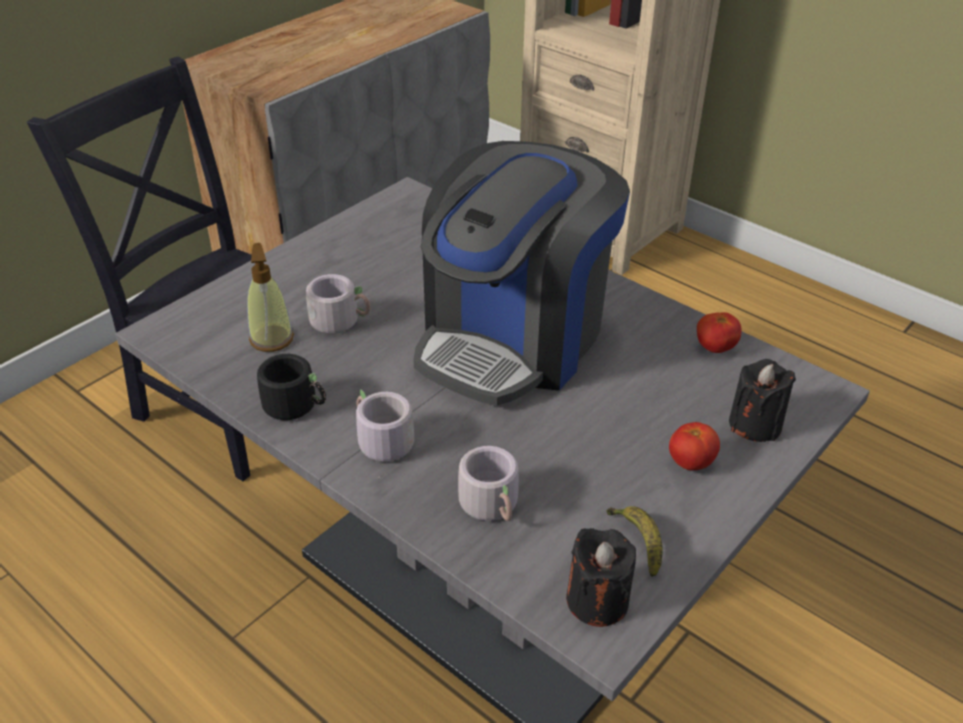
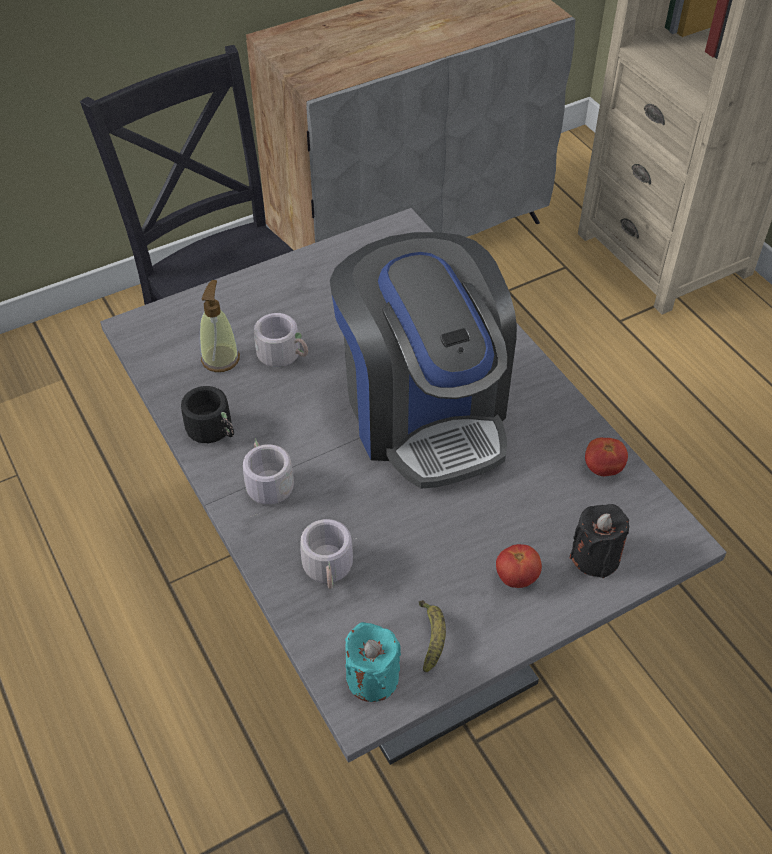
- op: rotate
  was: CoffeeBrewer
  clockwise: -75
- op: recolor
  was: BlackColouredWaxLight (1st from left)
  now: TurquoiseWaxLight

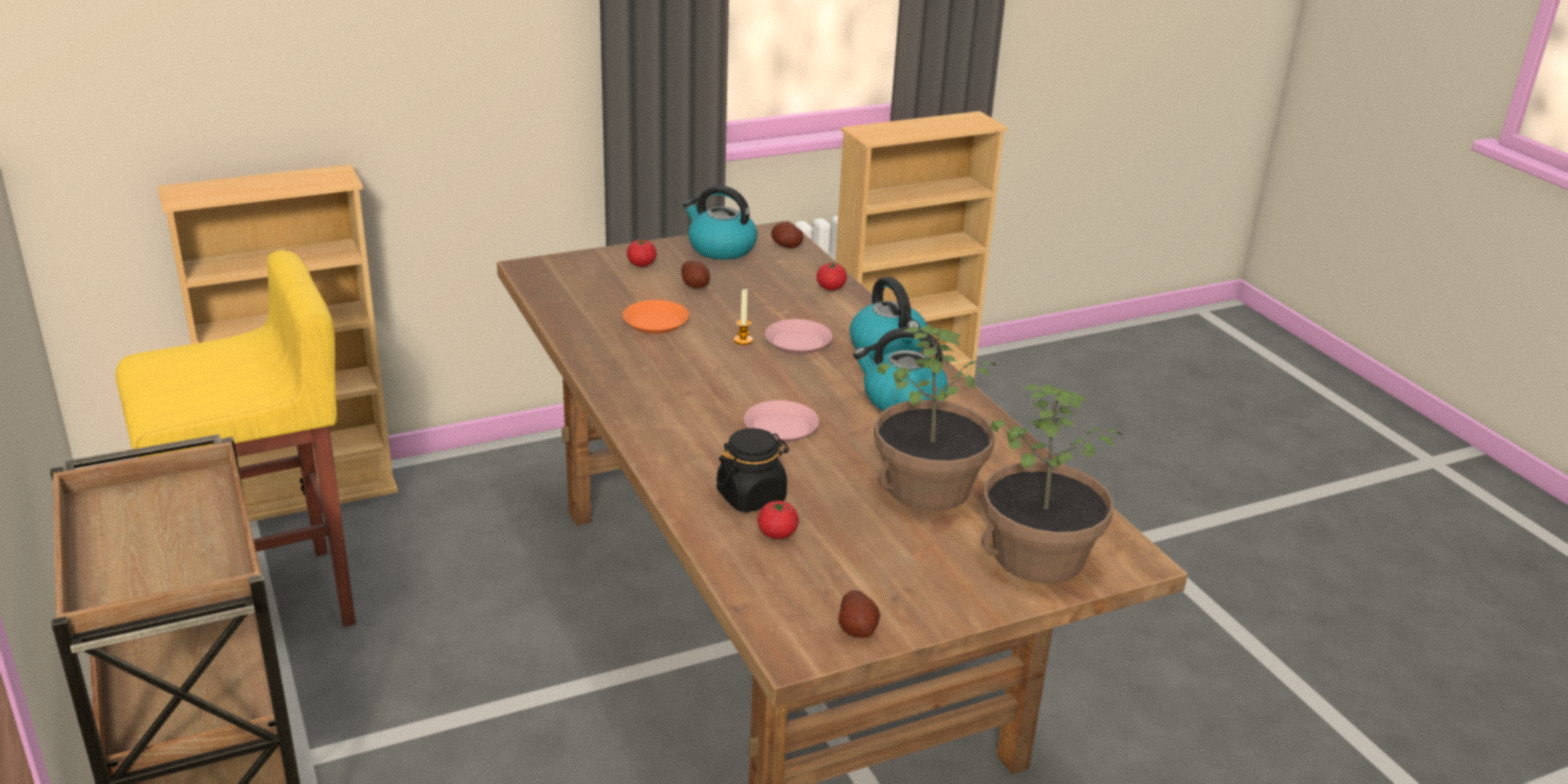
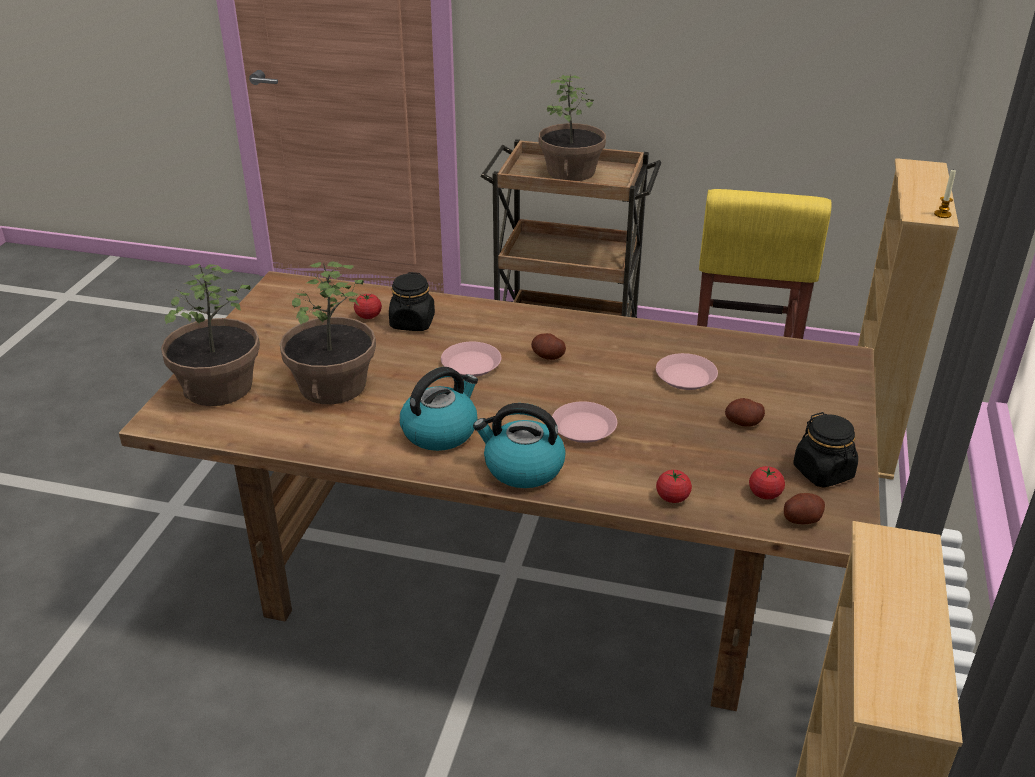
- op: replace
  was: Kettle (1st from left)
  now: BlackColouredPreserveJar (2nd from left)
- op: move
  was: Tomato (1st from left in the first image)
  now: Tomato (3rd from left)
- op: move
  was: WaxLight
- op: recolor
  was: OrangeyDinnerPlate
  now: PinkDinnerPlate (3rd from left)
- op: move
  was: Potato (3rd from left in the first image)
  now: Potato (1st from left)
- op: insert
  now: PlantInAPot (3rd from left)

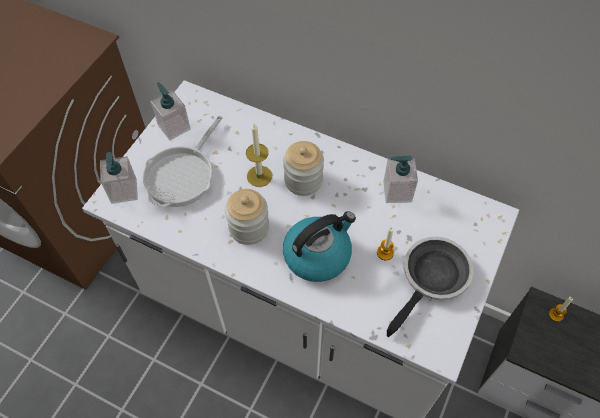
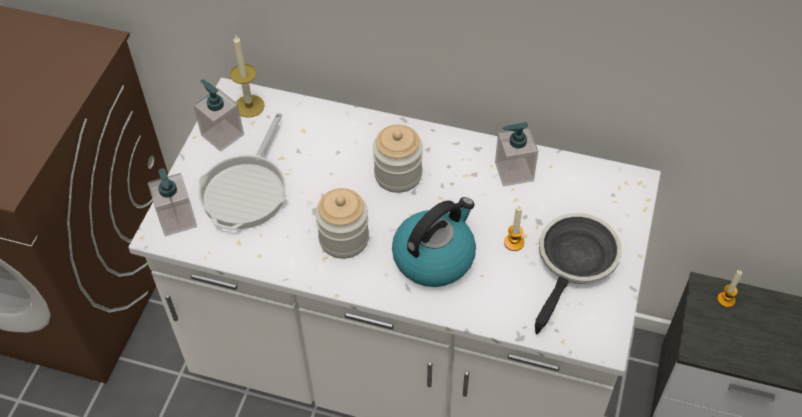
- op: move
  was: WaxLight (1st from left)

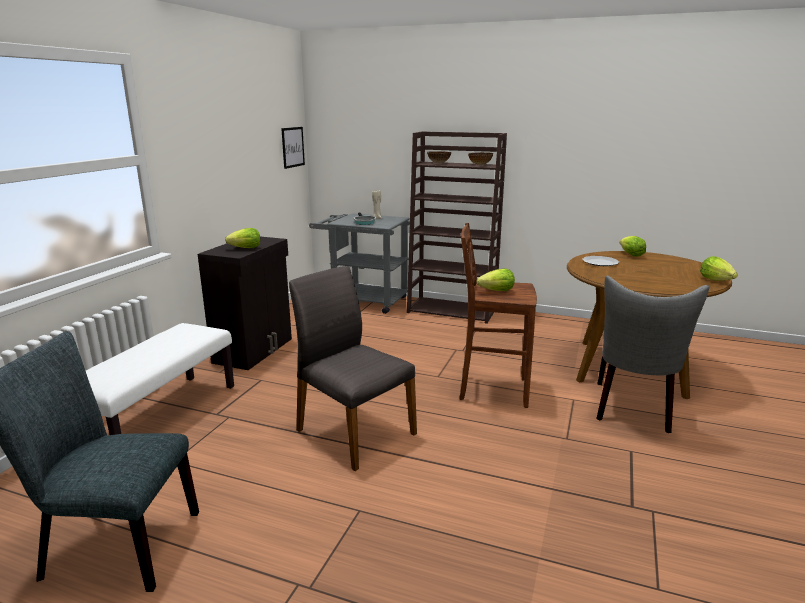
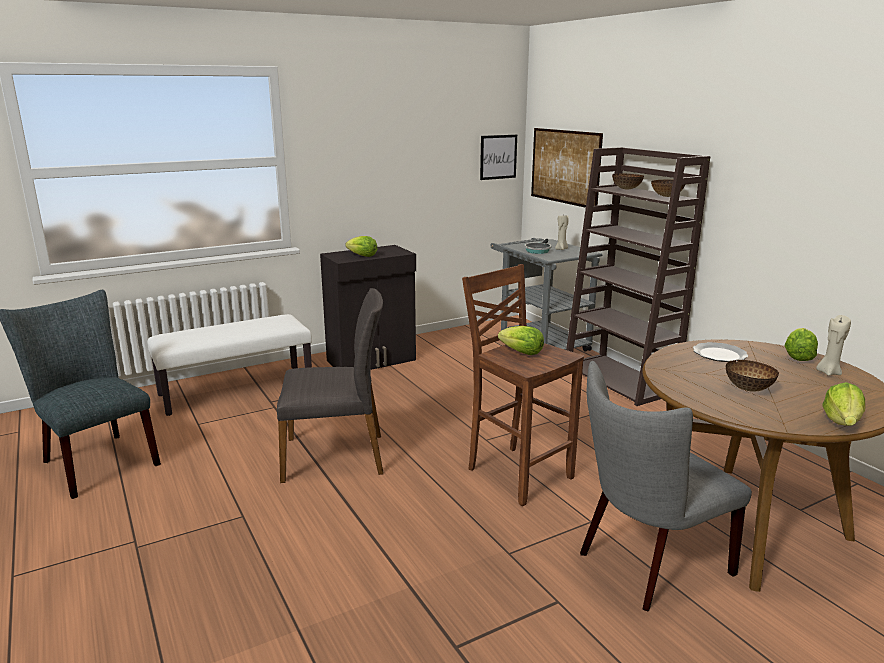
- op: rotate
  was: GreyUprightChair (2nd from left)
  clockwise: 90
- op: insert
  now: WallPicture (2nd from left)
- op: insert
  now: SandColouredWaxLight (2nd from left)
- op: insert
  now: ServingBowl (3rd from left)

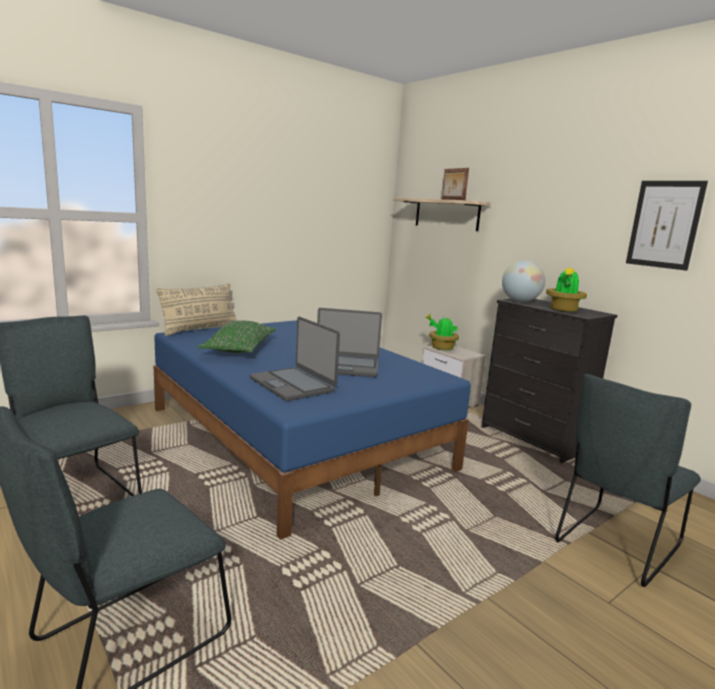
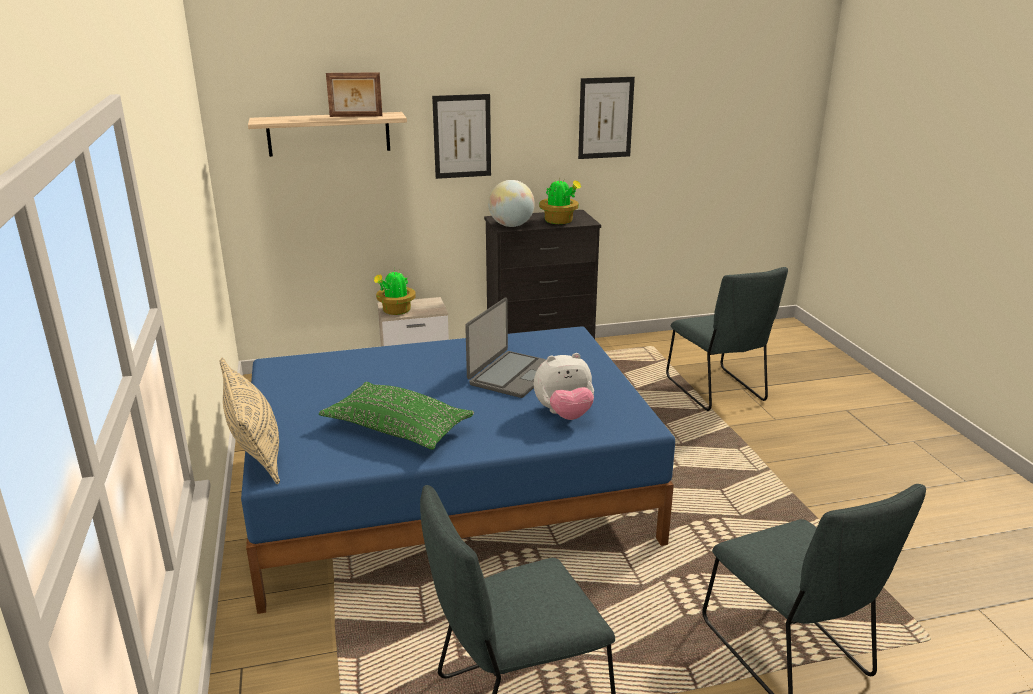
- op: replace
  was: Laptop (1st from left)
  now: PlushToy
- op: insert
  now: WallPicture (1st from left)

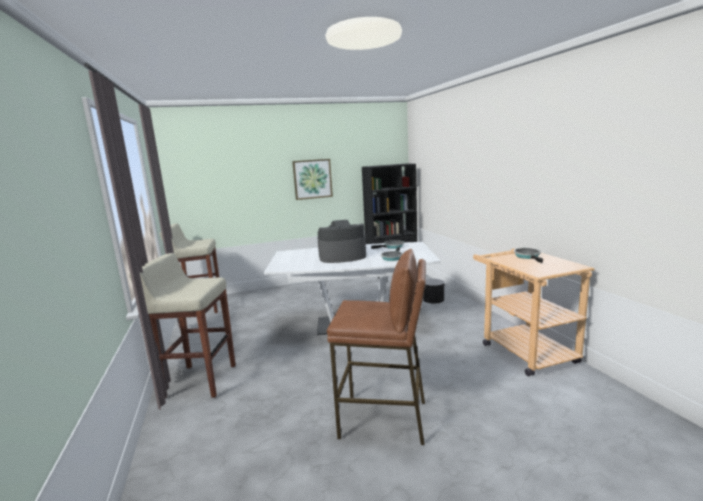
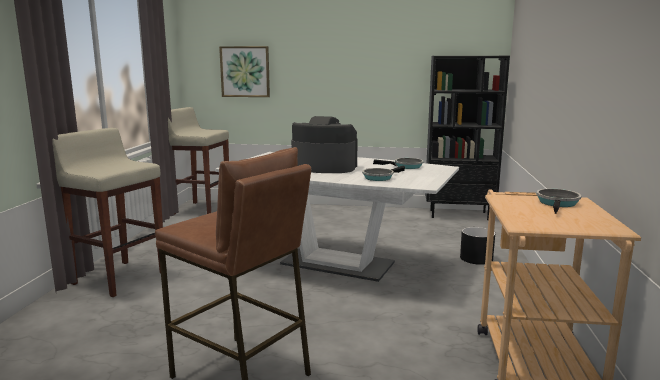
- op: move
  was: WallPicture

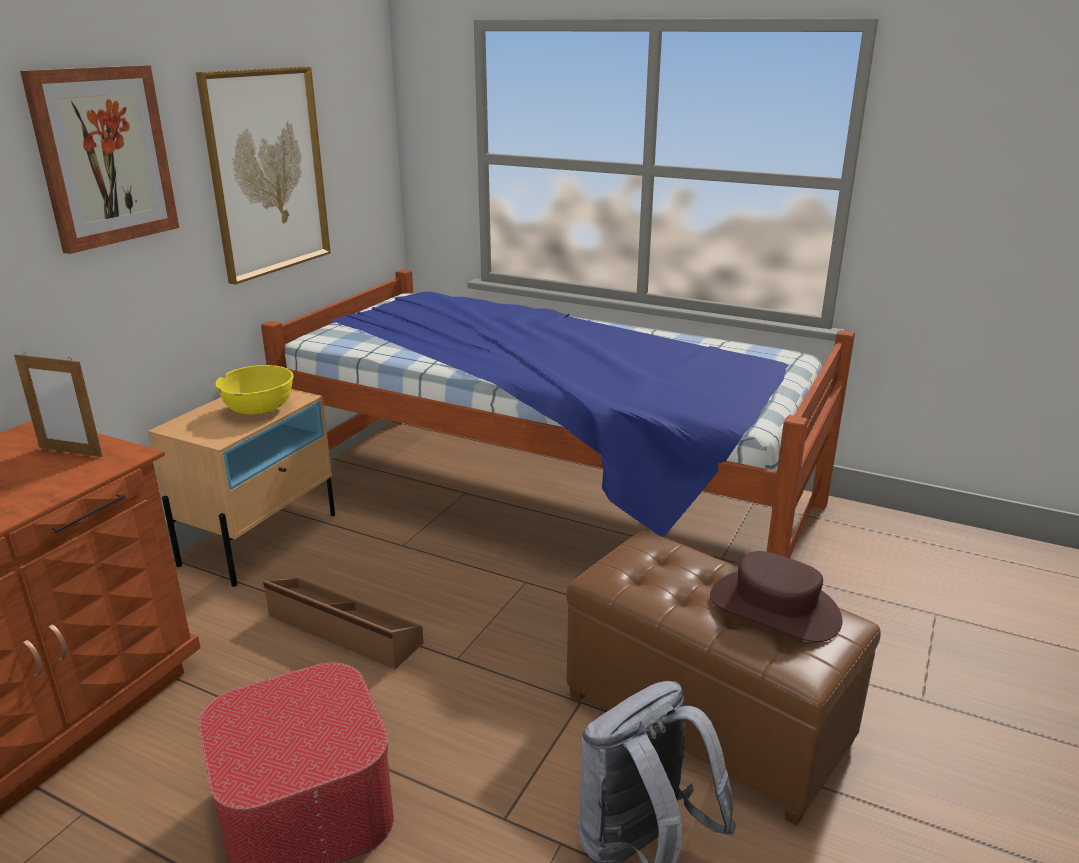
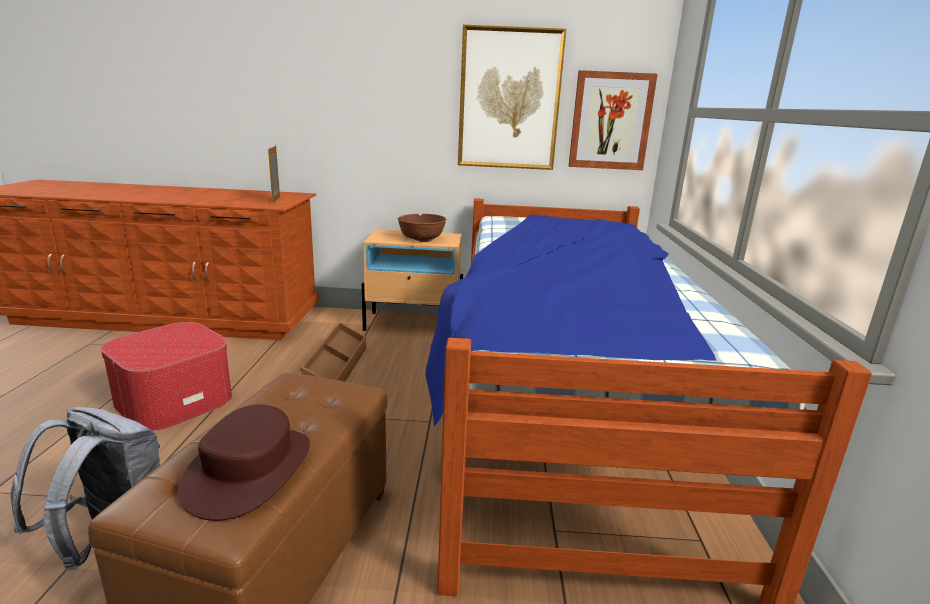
- op: move
  was: WallPicture (1st from left in the first image)
  now: WallPicture (2nd from left)
- op: recolor
  was: YellowishServingBowl
  now: BrownishServingBowl

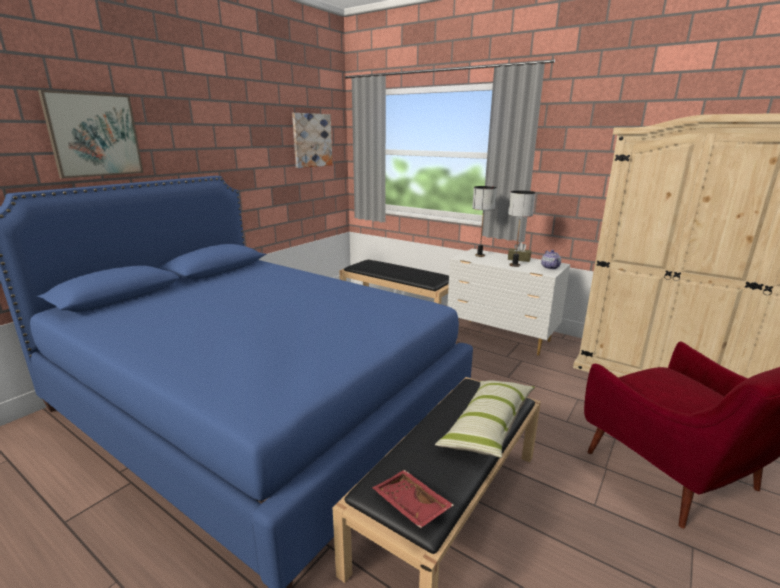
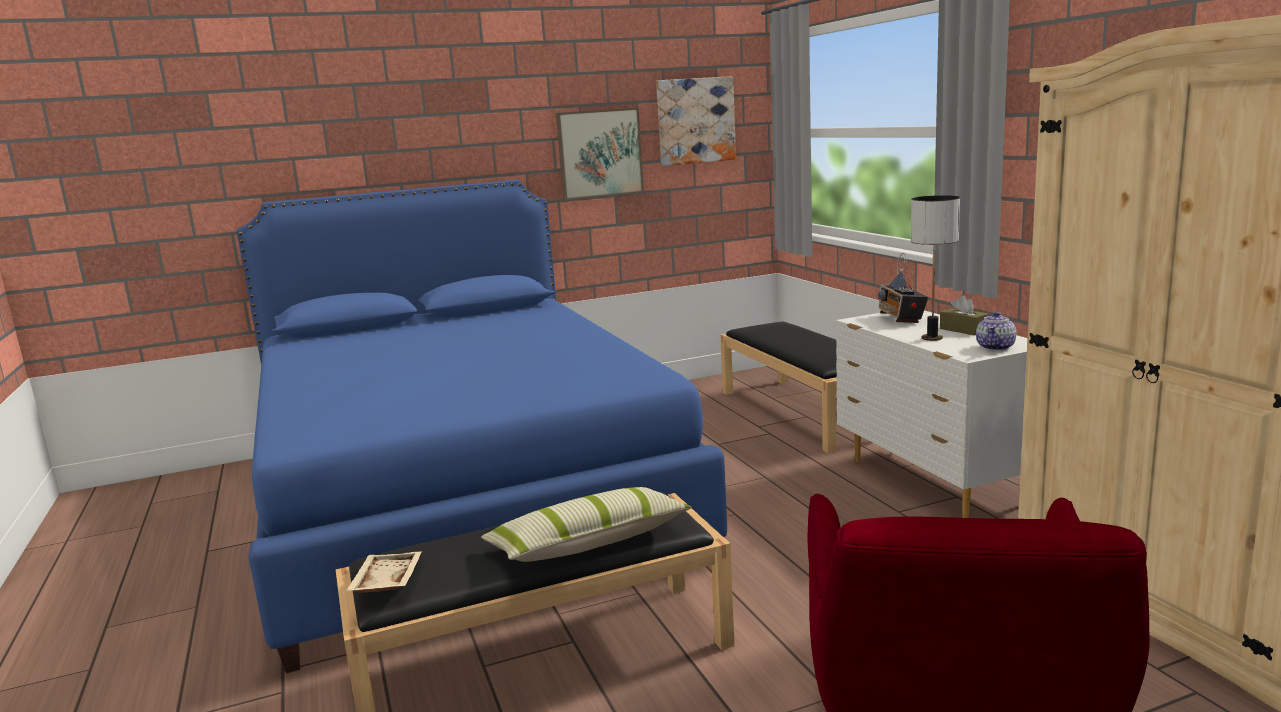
- op: move
  was: WallPicture (1st from left)
- op: replace
  was: LampForATable (1st from left)
  now: Radio
- op: recolor
  was: RedColouredCarryingTray
  now: SandColouredCarryingTray

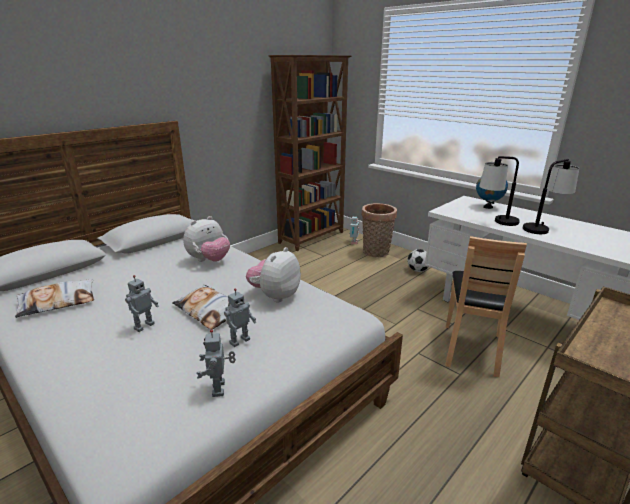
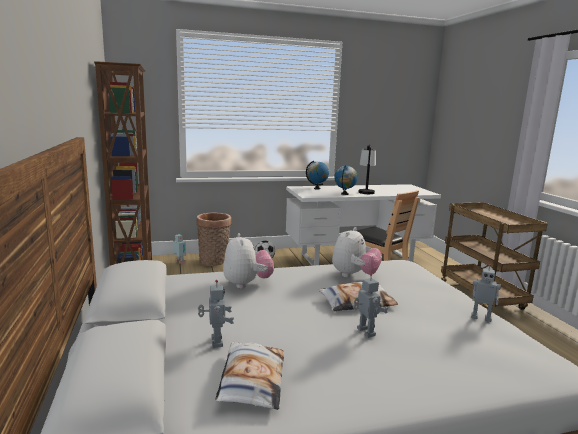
- op: replace
  was: LampForATable (1st from left)
  now: WorldGlobe (2nd from left)
- op: rotate
  was: PlushToy (2nd from left)
  clockwise: -120
- op: move
  was: ToyRobot (3rd from left in the first image)
  now: ToyRobot (2nd from left)

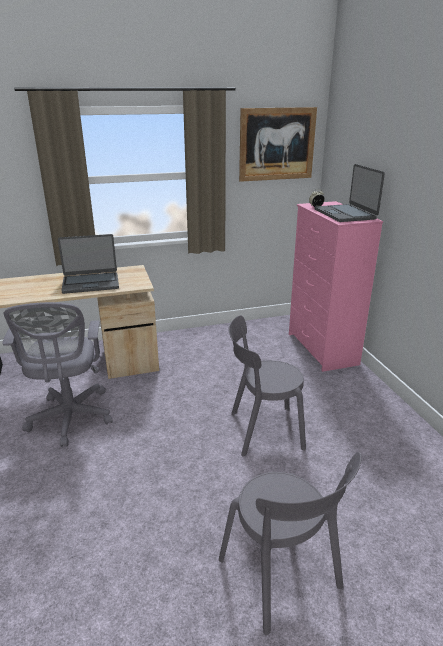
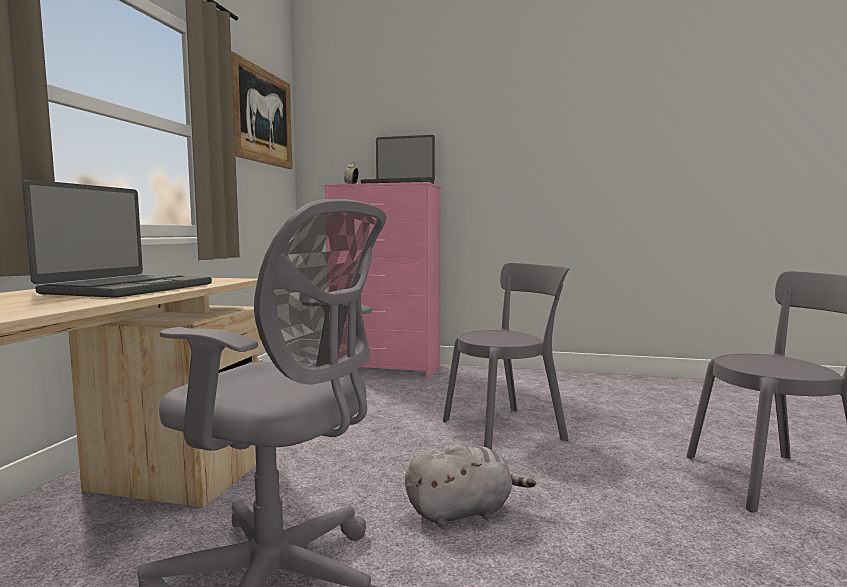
- op: rotate
  was: GreyUprightChair (1st from left)
  clockwise: -135
- op: insert
  now: GreyPlushToy

